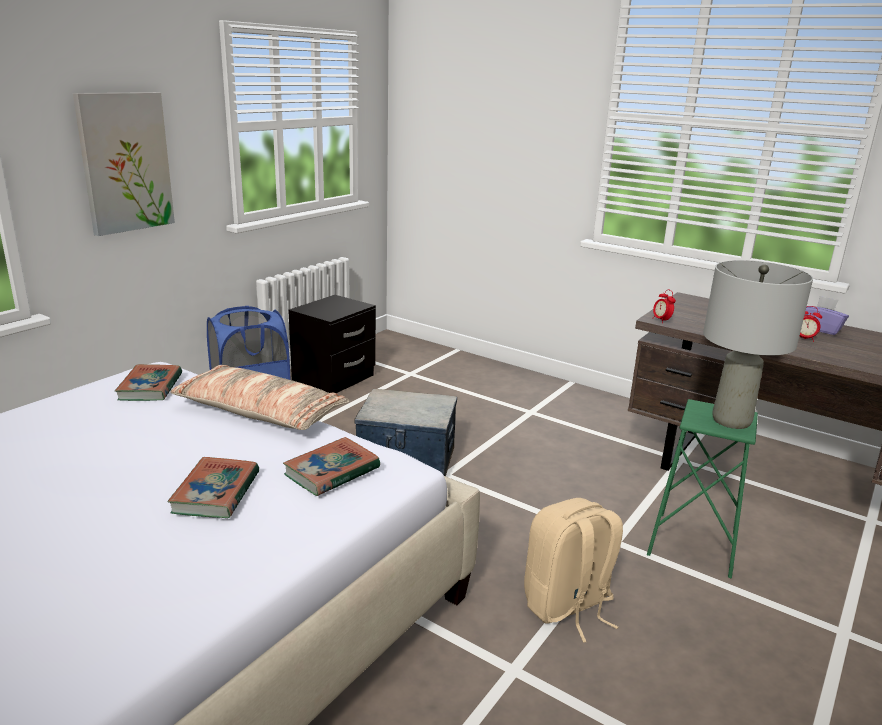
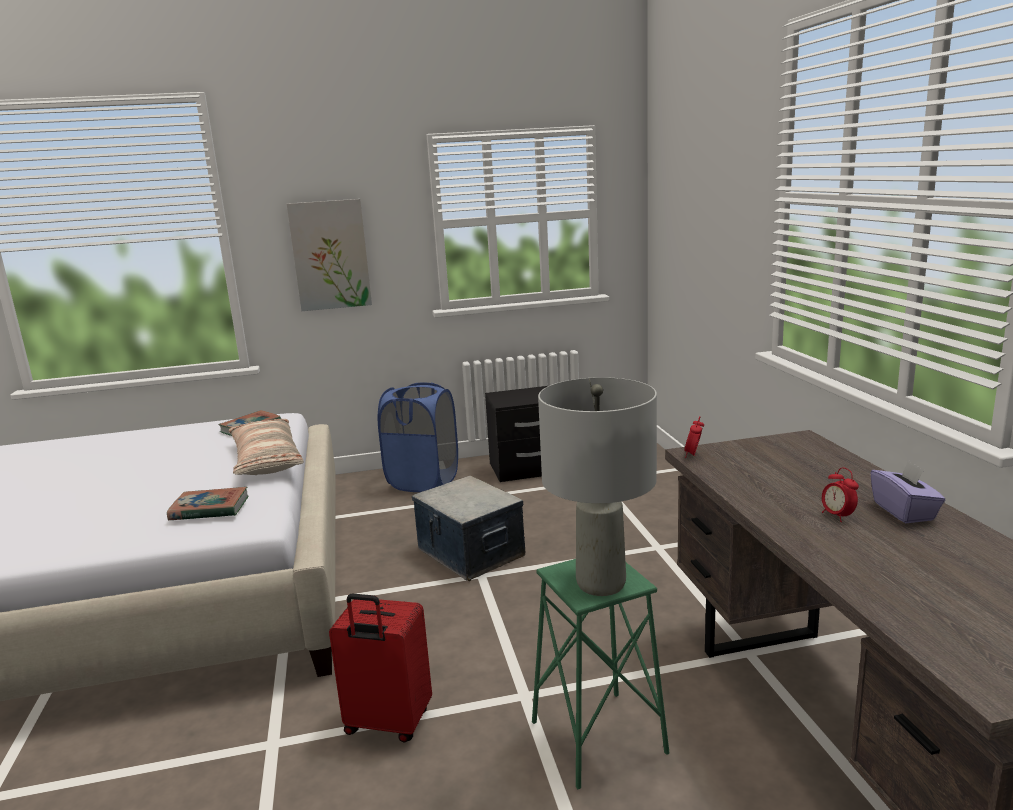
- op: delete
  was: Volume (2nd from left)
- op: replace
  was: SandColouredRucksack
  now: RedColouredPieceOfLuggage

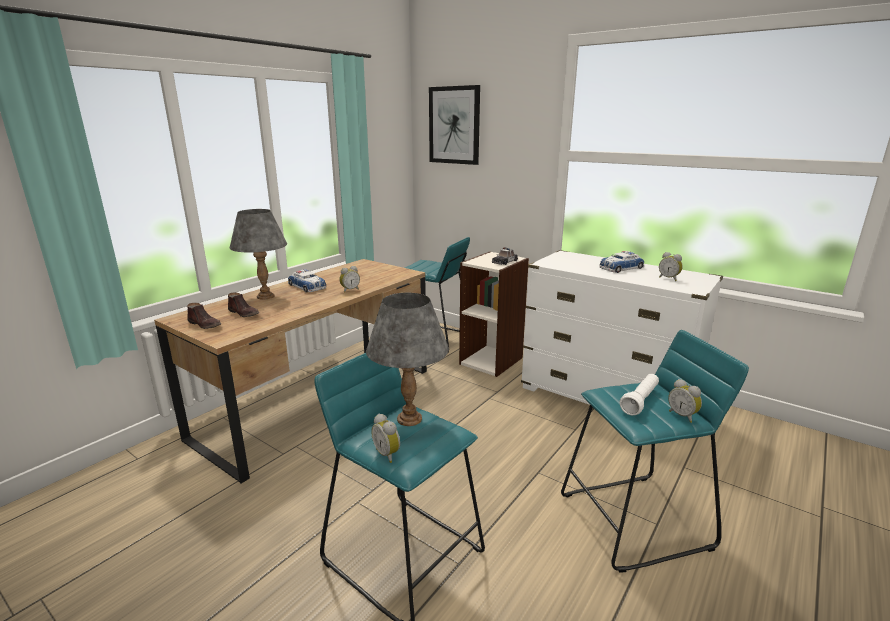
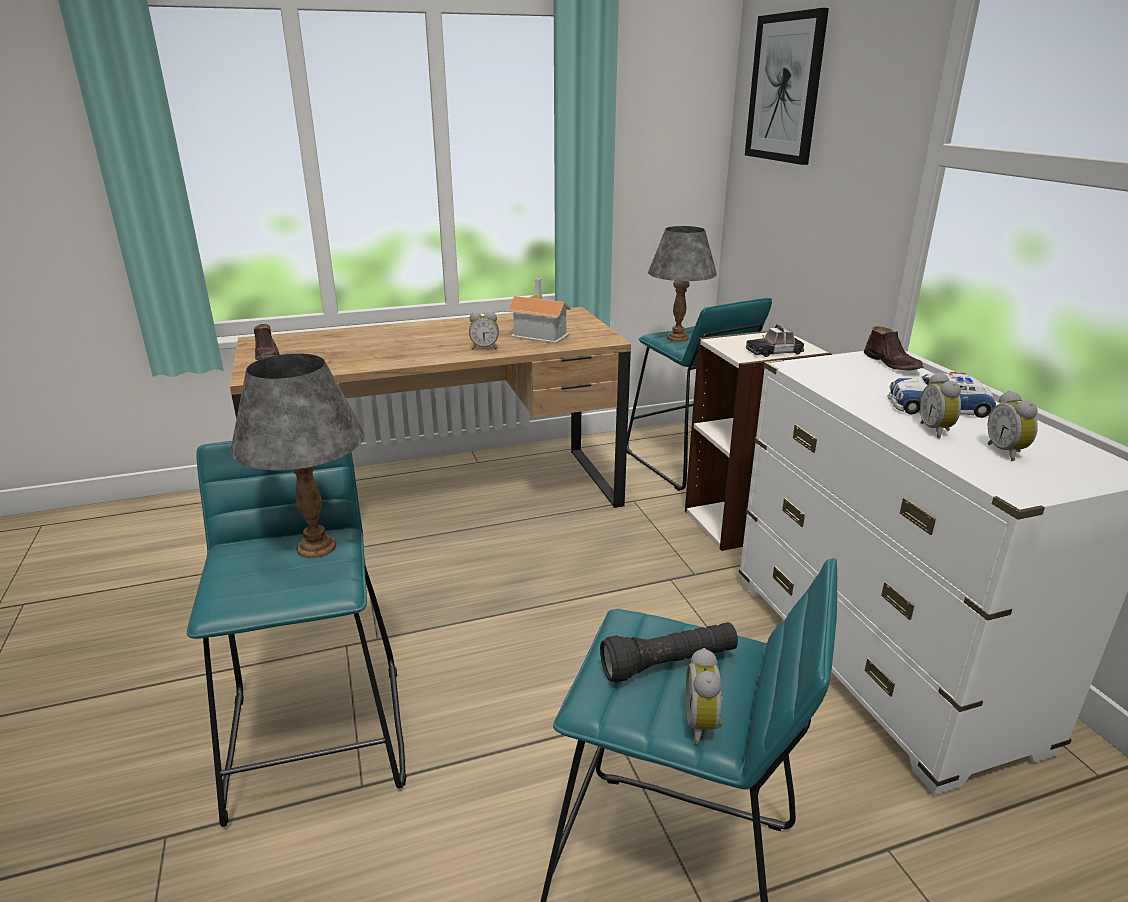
- op: move
  was: GreyLampForATable (1st from left in the first image)
  now: GreyLampForATable (2nd from left)
- op: delete
  was: ToyCar (1st from left)
- op: move
  was: BrownishItemOfFootwear (2nd from left)
- op: recolor
  was: WhiteFlashlight
  now: BlackColouredFlashlight
- op: move
  was: BedsideClock (2nd from left in the first image)
  now: BedsideClock (3rd from left)
- op: insert
  now: MiniatureHouse

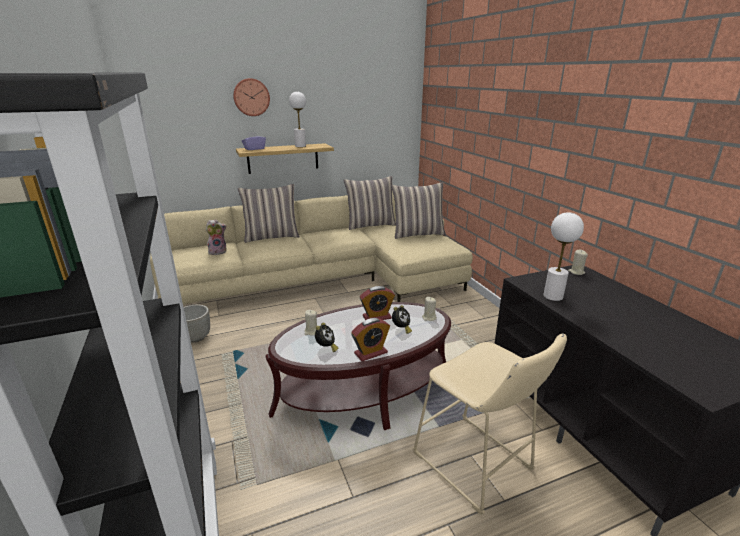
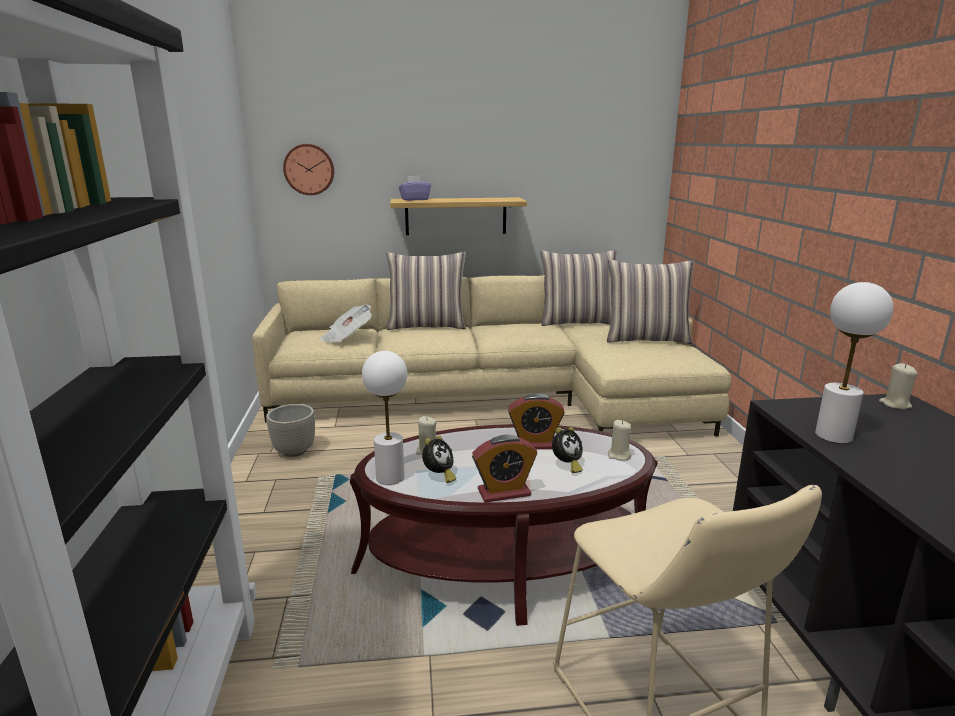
- op: move
  was: WallClock
- op: move
  was: WhiteLampForATable (1st from left)
- op: replace
  was: PlushToy
  now: DailyPaper

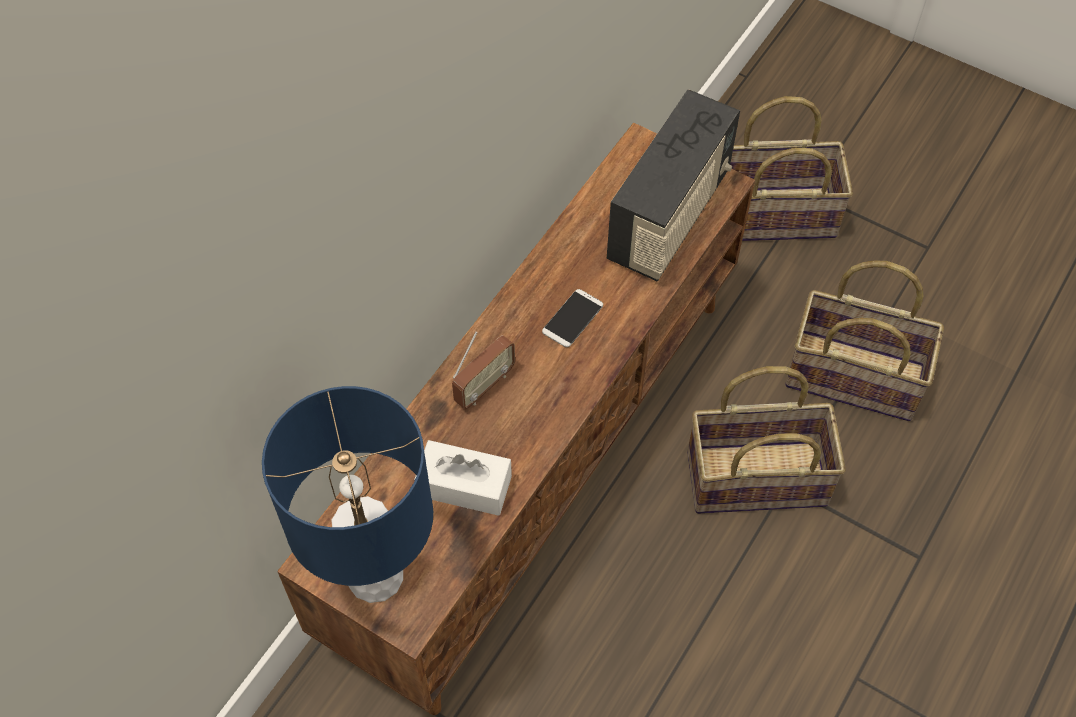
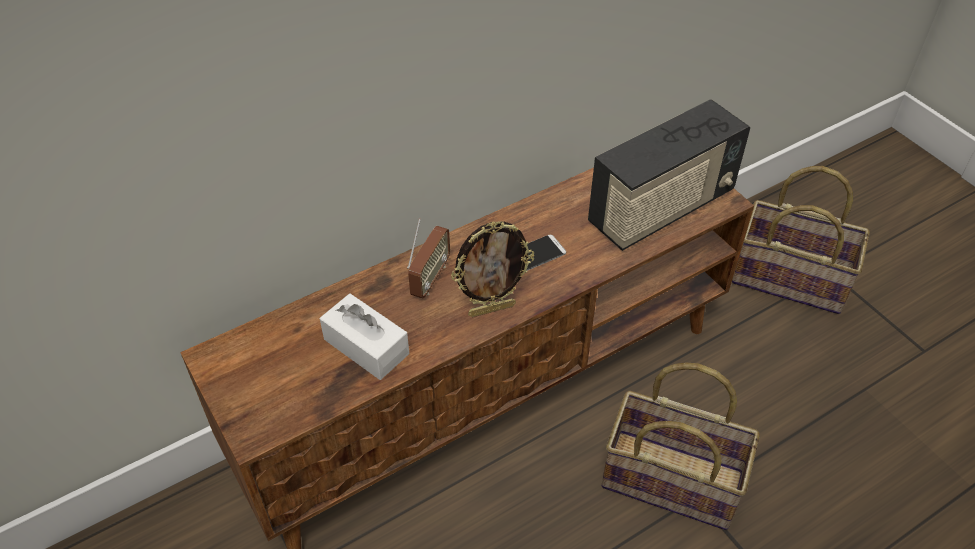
- op: delete
  was: Basket (3rd from left)
- op: rotate
  was: Radio (1st from left)
  clockwise: -45
- op: delete
  was: BlueColouredLampForATable
- op: insert
  now: PictureFrame

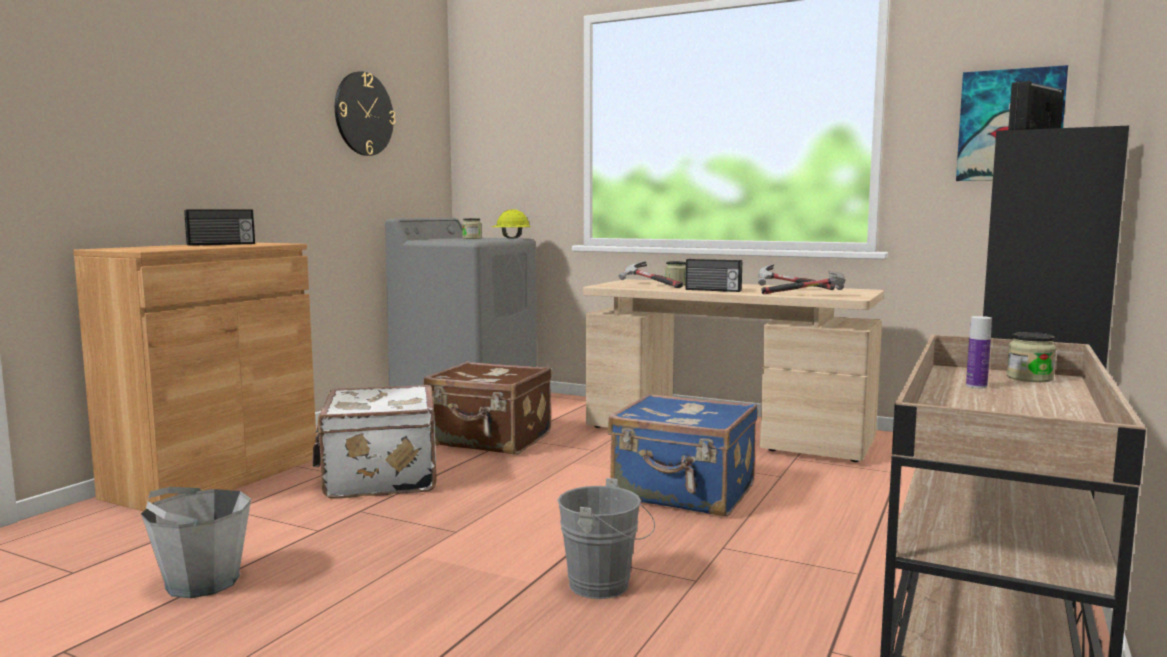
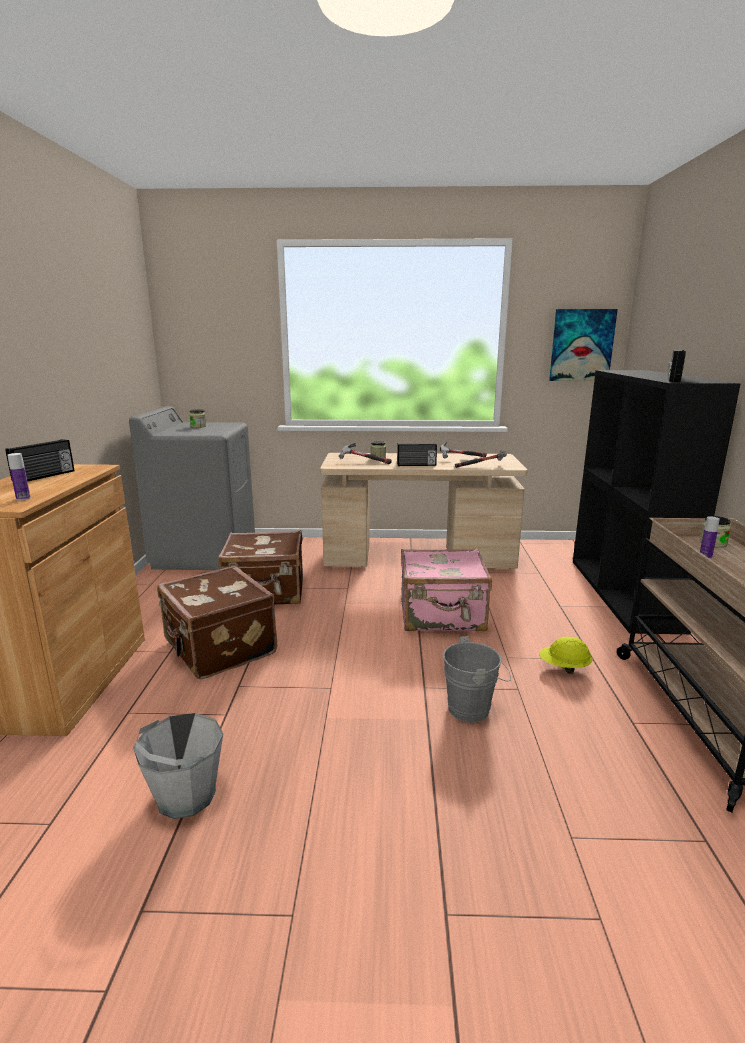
- op: delete
  was: WallClock
- op: move
  was: YellowishHardHat
- op: recolor
  was: WhitePieceOfLuggage
  now: BrownishPieceOfLuggage (1st from left)
- op: recolor
  was: BlueColouredPieceOfLuggage
  now: PinkPieceOfLuggage
- op: insert
  now: DrinkBottle (1st from left)

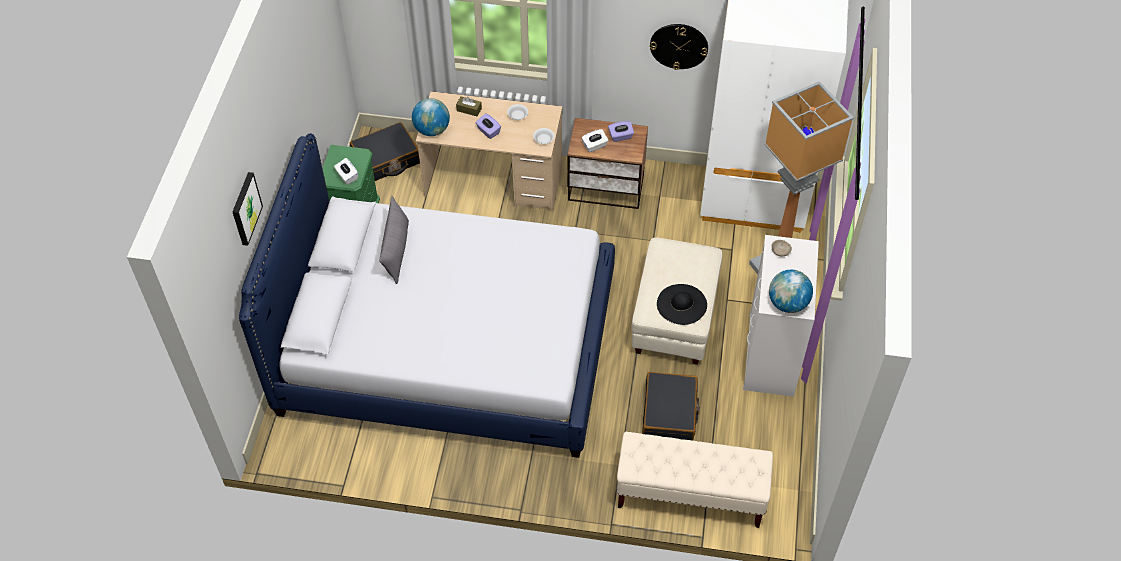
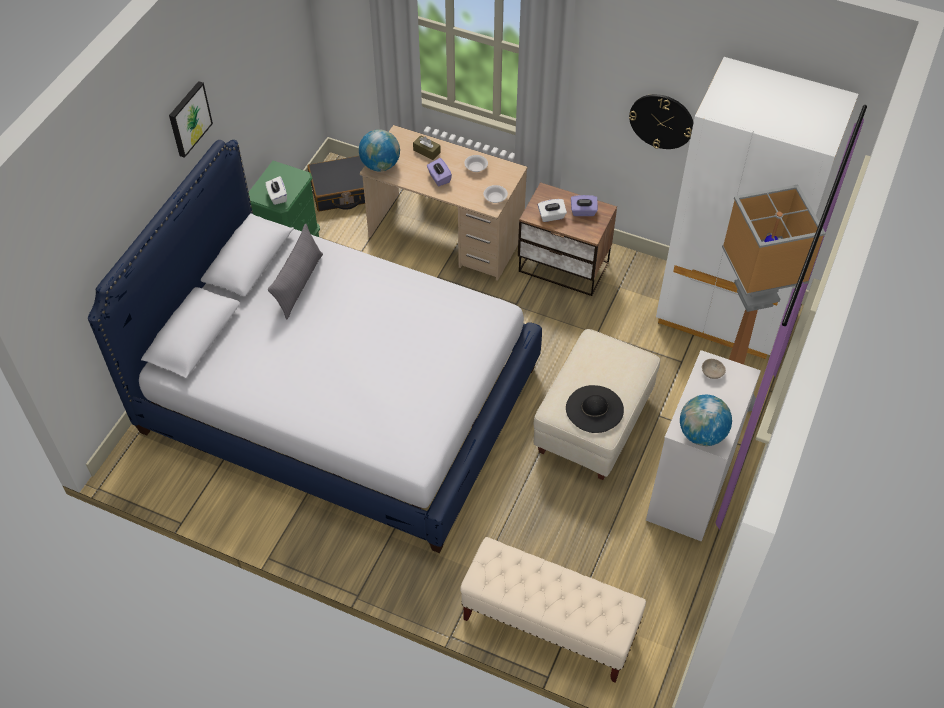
- op: move
  was: WallPicture
- op: delete
  was: BlackColouredPieceOfLuggage (2nd from left)

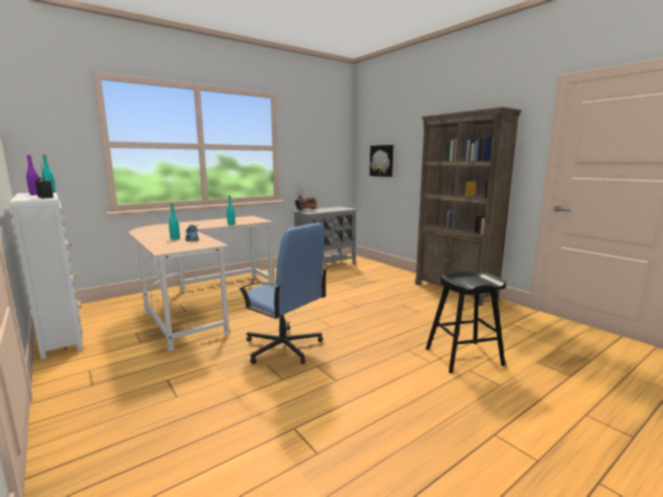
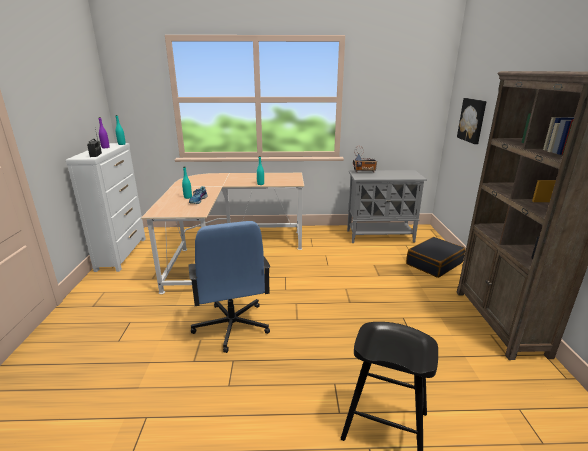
- op: insert
  now: BlackColouredPieceOfLuggage

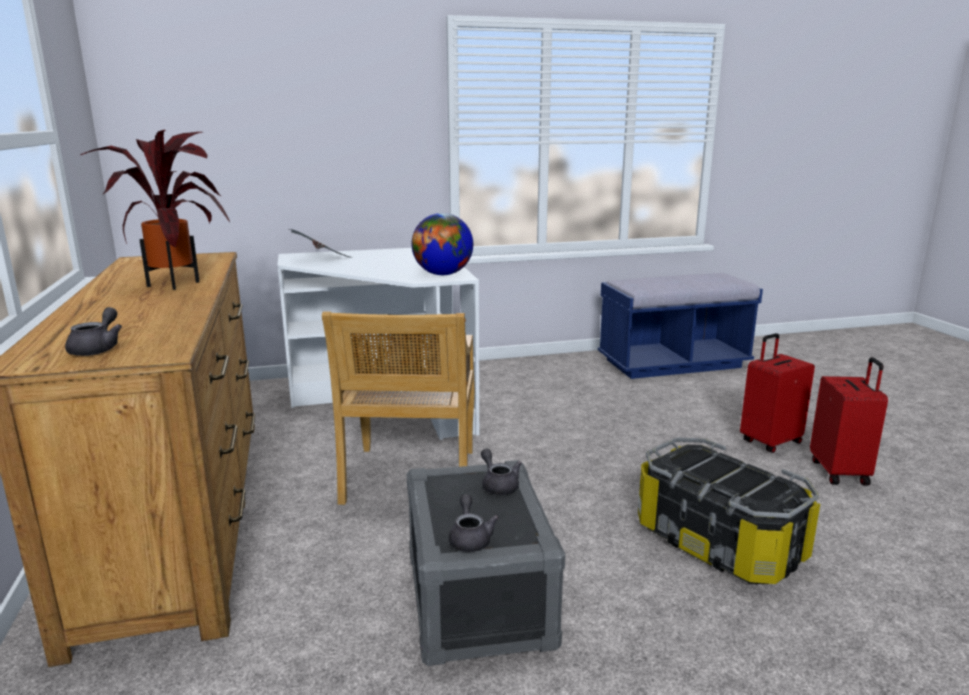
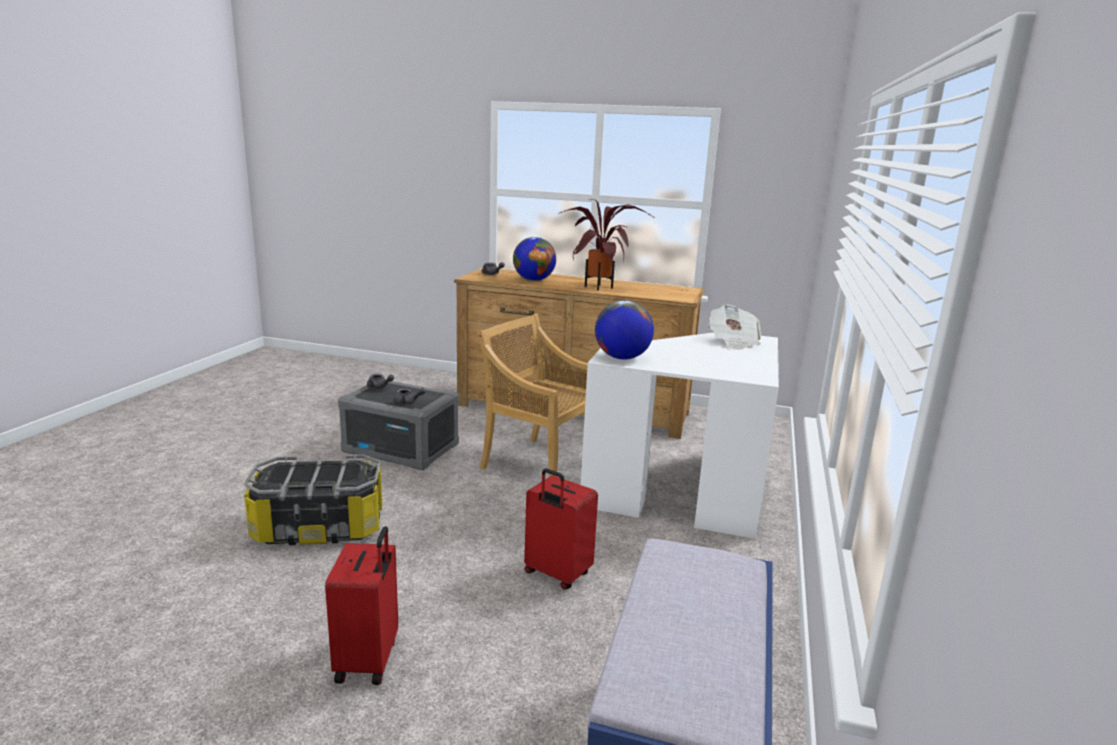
- op: move
  was: RedColouredPieceOfLuggage (2nd from left)
- op: insert
  now: WorldGlobe (1st from left)

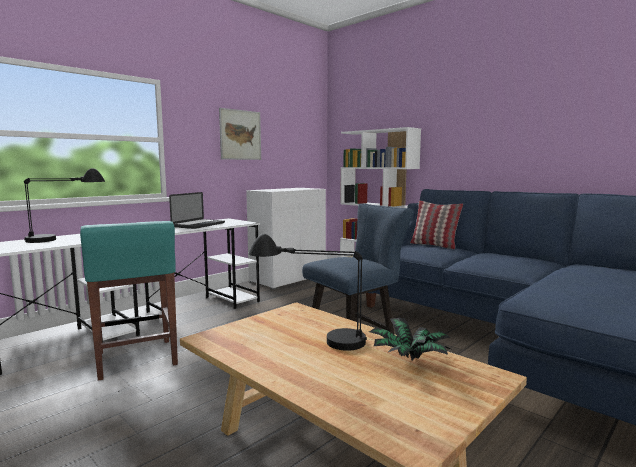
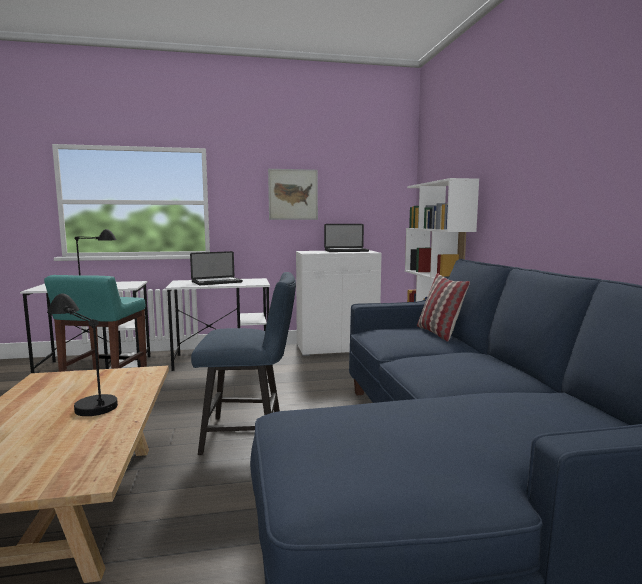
- op: delete
  was: PlantInAPot
- op: insert
  now: Laptop (2nd from left)

